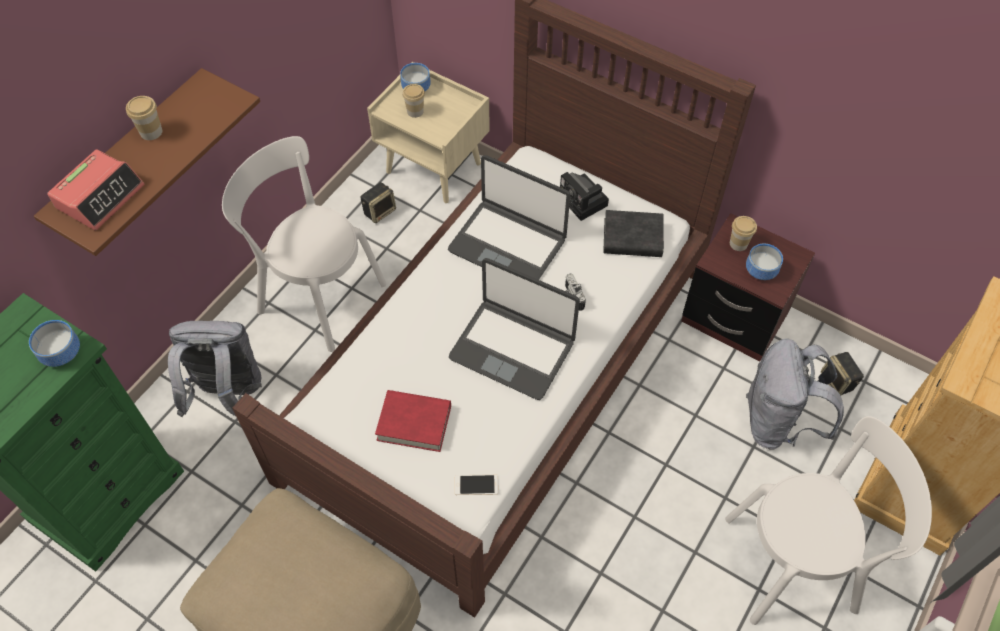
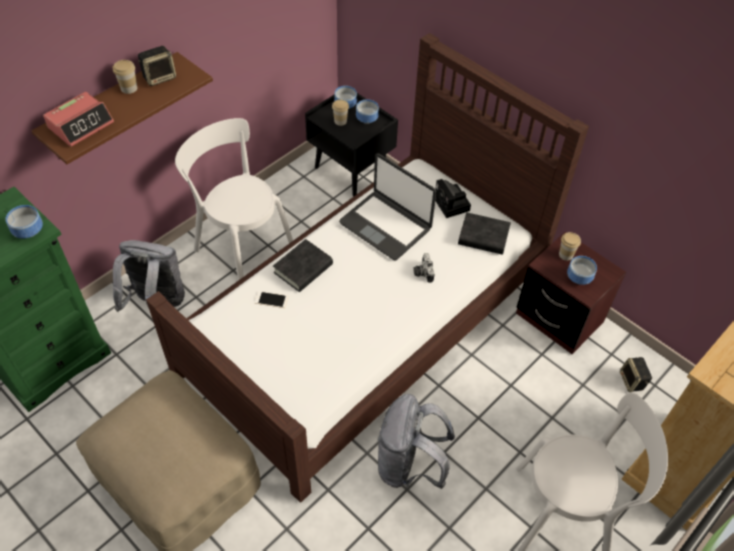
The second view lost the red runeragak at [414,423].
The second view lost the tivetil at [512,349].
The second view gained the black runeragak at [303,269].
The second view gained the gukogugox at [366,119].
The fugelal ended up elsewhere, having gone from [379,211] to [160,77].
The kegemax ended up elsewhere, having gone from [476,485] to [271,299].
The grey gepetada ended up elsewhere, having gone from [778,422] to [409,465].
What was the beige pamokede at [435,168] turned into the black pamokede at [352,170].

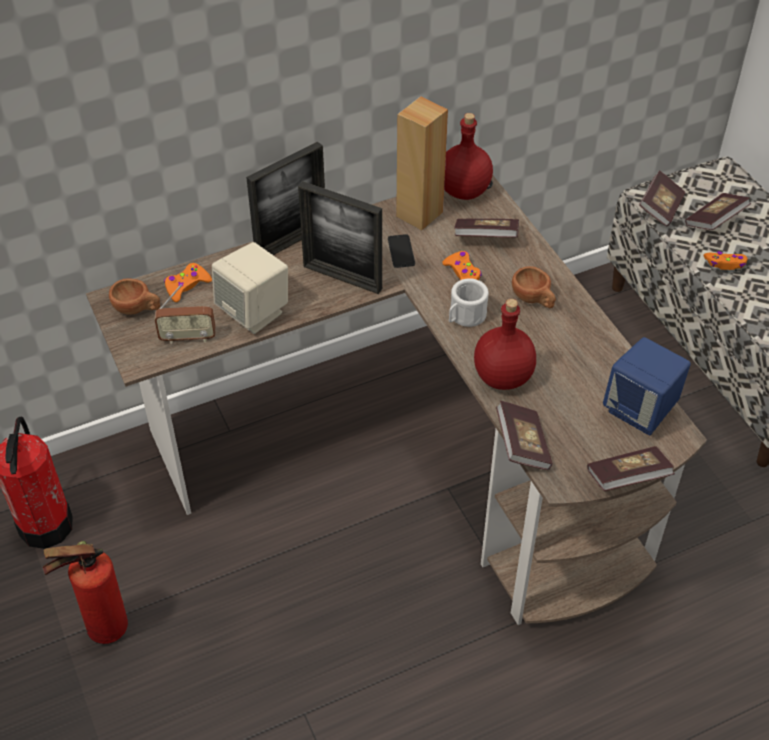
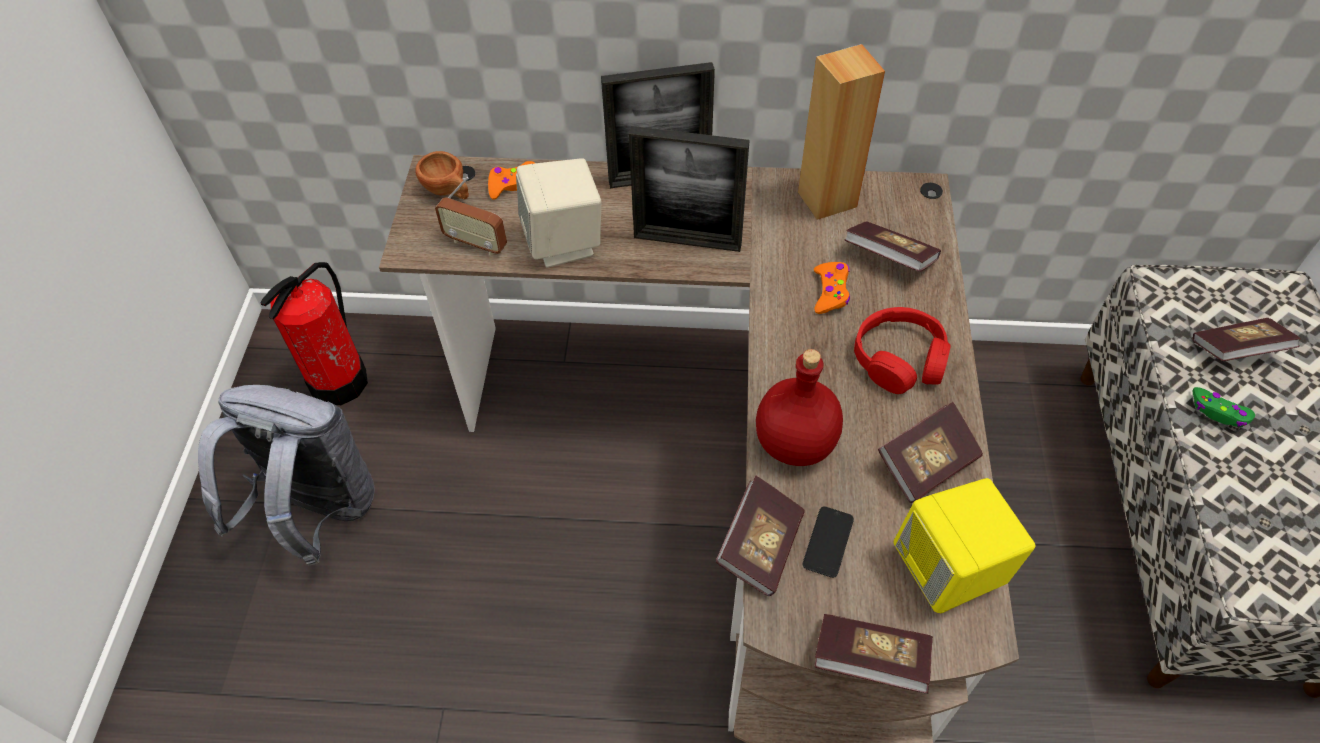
The second view lost the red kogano at [464,191].
The second view lost the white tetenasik at [465,316].
The kegemax ended up elsewhere, having gone from [401,251] to [828,542].
The runeragak ended up elsewhere, having gone from [660,208] to [926,463].
Where the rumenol stood at [101,630], the grey gepetada came to stand at [317,512].
Where the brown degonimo stood at [533,299], the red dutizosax came to stand at [899,359].
What was the blue fugelal at [640,410] turned into the yellow fugelal at [948,572].
What was the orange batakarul at [725,264] turned into the green batakarul at [1218,412].
The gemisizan at [342,277] ended up facing another way, 45 degrees counterclockwise from before.

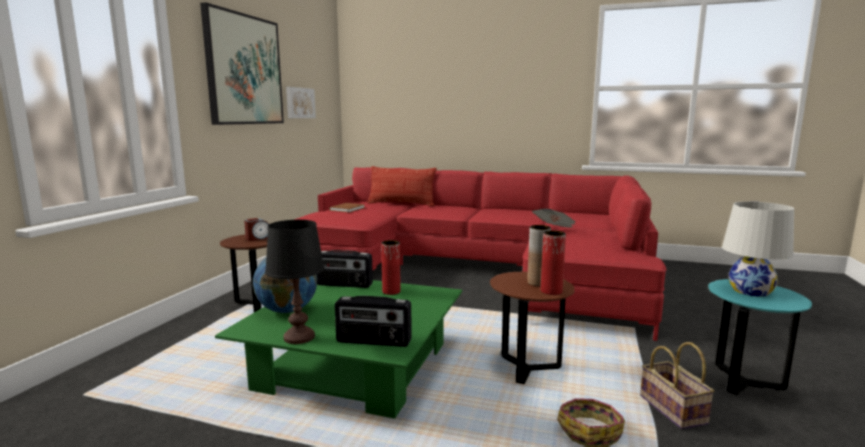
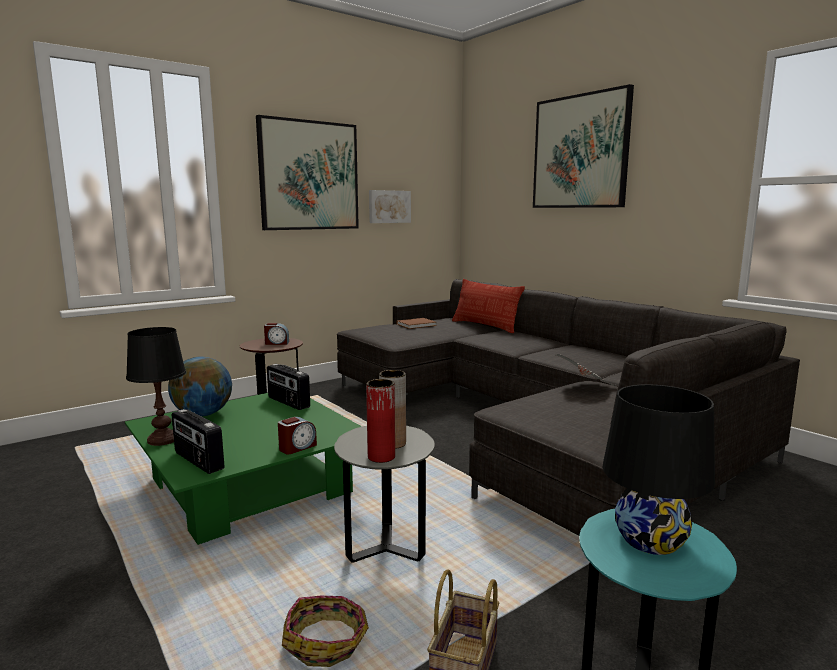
The second view lost the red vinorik at [391,291].
The second view gained the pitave at [297,447].
The second view gained the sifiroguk at [580,152].
What was the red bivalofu at [478,270] turned into the grey bivalofu at [531,422].
What was the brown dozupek at [527,369] turned into the grey dozupek at [386,549].
What was the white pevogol at [751,291] turned into the black pevogol at [650,540].

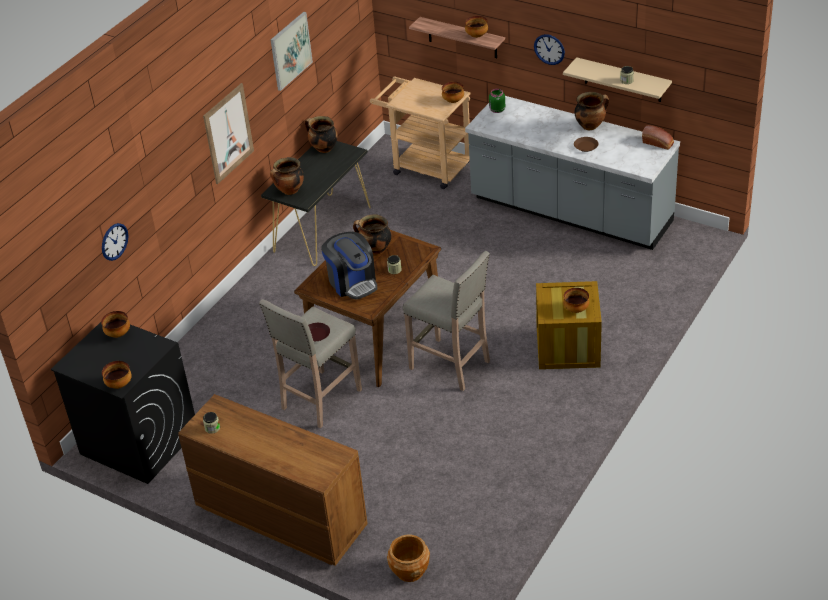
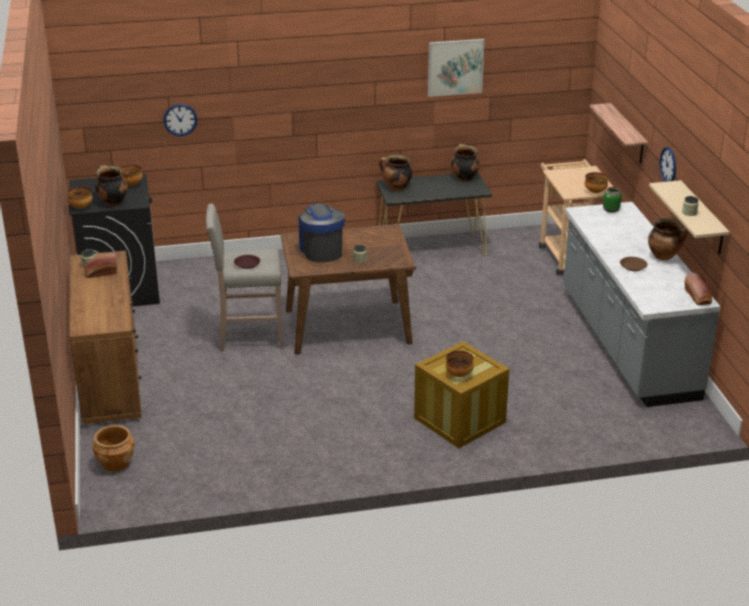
The second view lost the sifiroguk at [228,133].
The second view lost the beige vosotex at [451,365].
The second view lost the gukogugox at [477,36].
The second view gained the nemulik at [100,273].
The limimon ended up elsewhere, having gone from [375,250] to [112,202].
The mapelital at [352,282] ended up facing another way, 150 degrees clockwise from before.

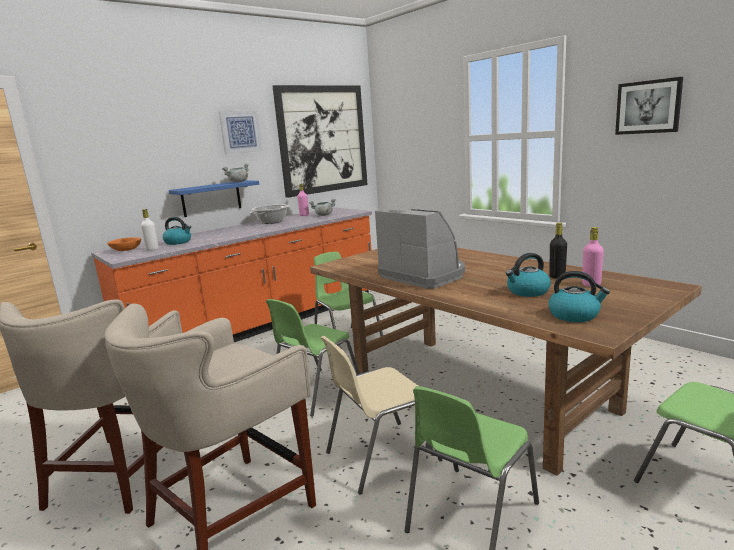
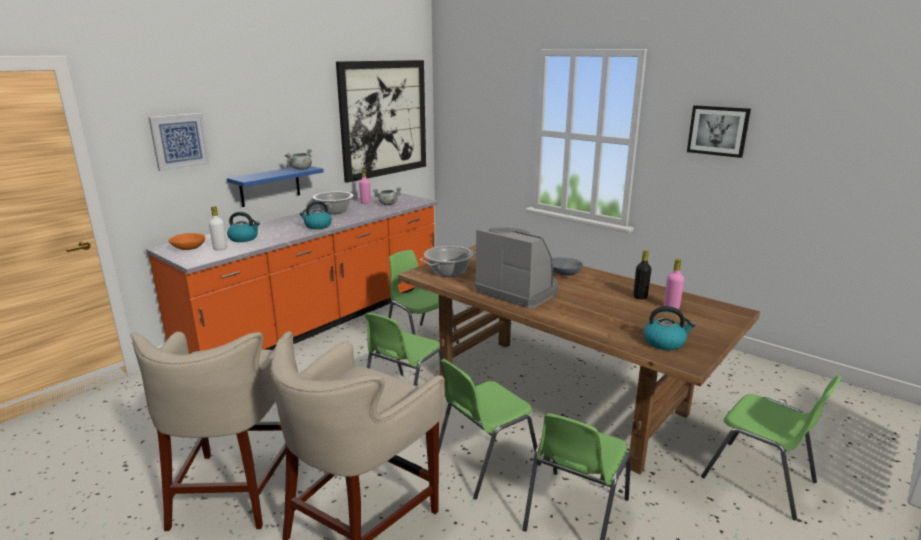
The second view gained the limimon at [449,272].
The second view gained the grey gukogugox at [564,273].
The sifiroguk ended up elsewhere, having gone from [240,132] to [179,141].
The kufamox ended up elsewhere, having gone from [527,292] to [317,226].
What was the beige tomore at [380,456] turned into the green tomore at [484,462].

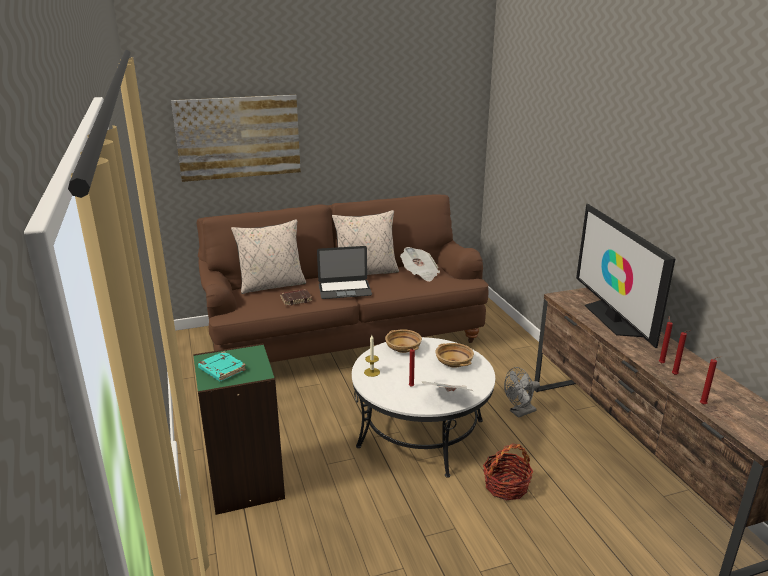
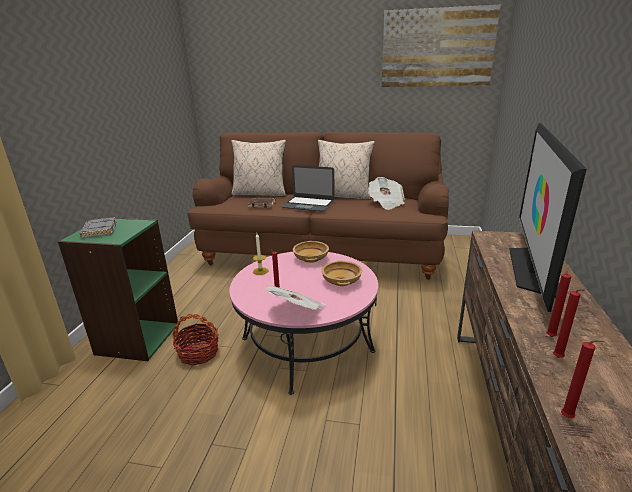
The second view lost the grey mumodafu at [519,412].
The sifiroguk ended up elsewhere, having gone from [238,137] to [437,48].
The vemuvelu ended up elsewhere, having gone from [506,486] to [198,353].
What was the turquoise runeragak at [221,370] turned into the grey runeragak at [99,230].
What was the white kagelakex at [421,433] turned into the pink kagelakex at [307,344].

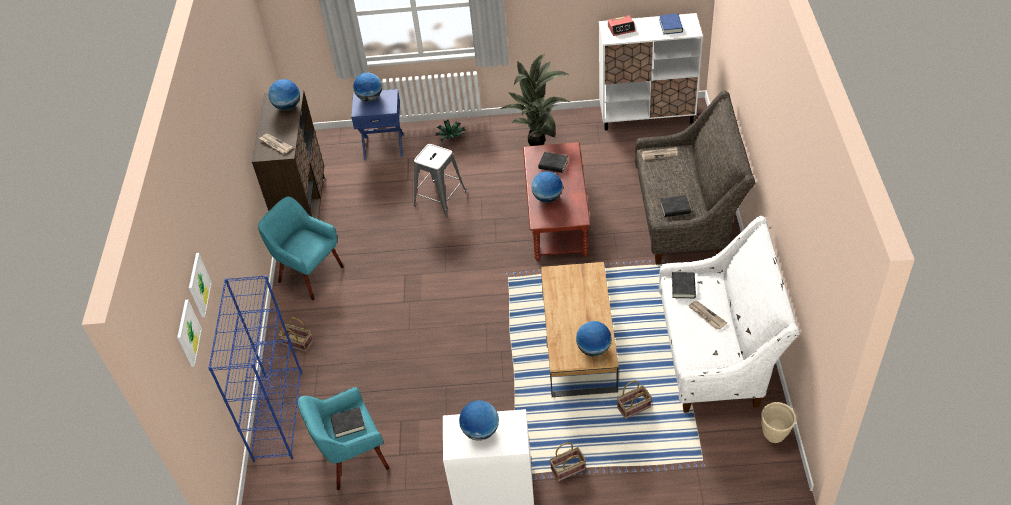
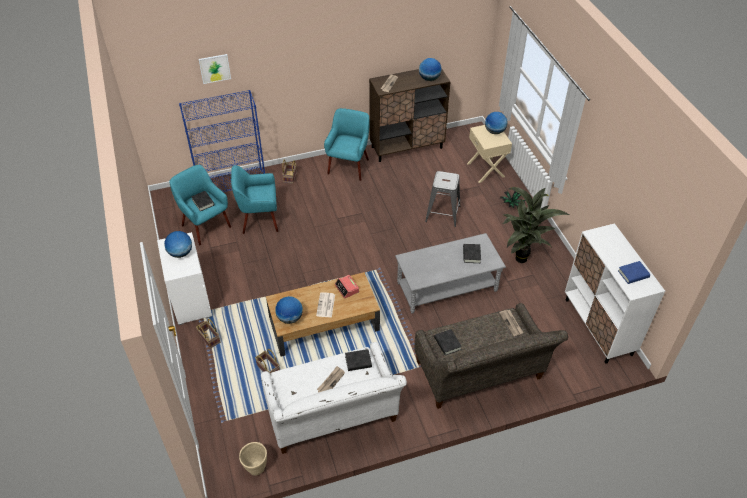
The second view lost the sifiroguk at [188,333].
The second view lost the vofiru at [547,198].
The second view gained the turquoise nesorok at [259,219].
The second view gained the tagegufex at [326,305].
The pitave ended up elsewhere, having gone from [621,29] to [347,288].
What was the blue pamokede at [384,146] turned into the beige pamokede at [486,170].
What was the brown kagelakex at [557,218] turned into the grey kagelakex at [446,287].

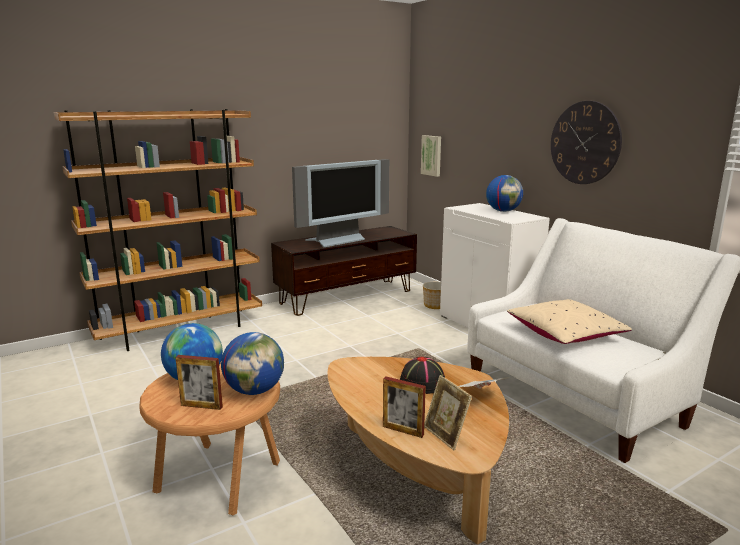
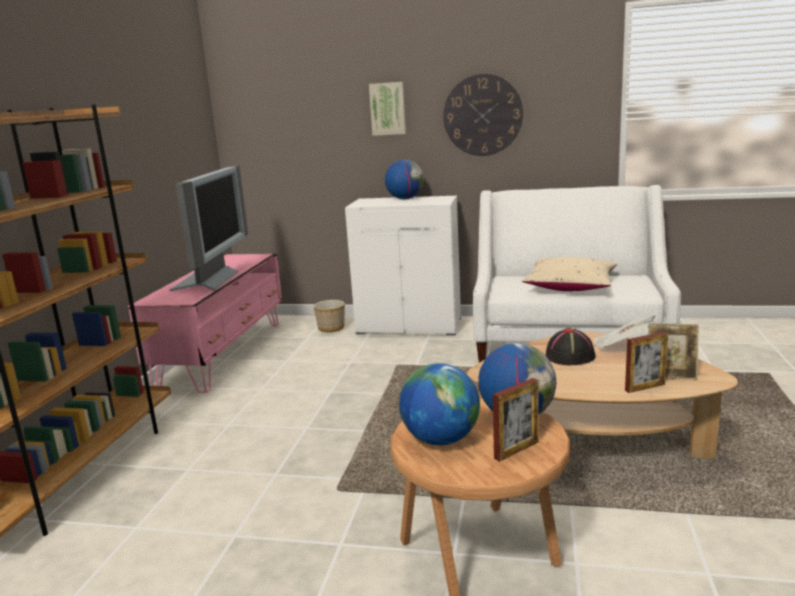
The sifiroguk ended up elsewhere, having gone from [432,155] to [388,109].
What was the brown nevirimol at [347,297] turned into the pink nevirimol at [224,354].

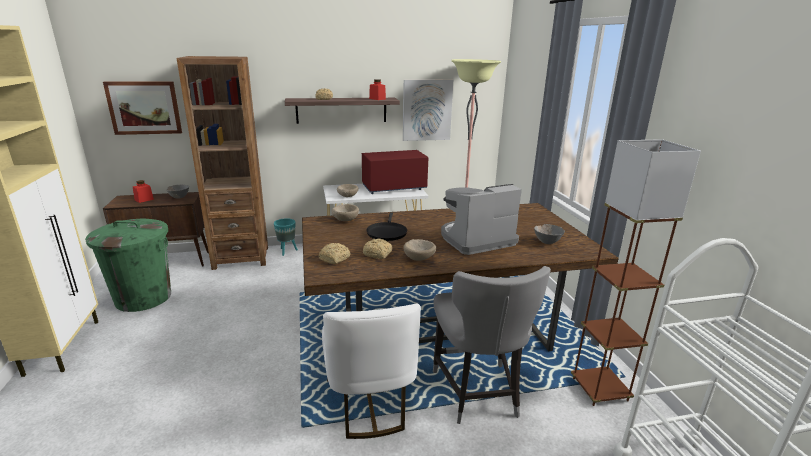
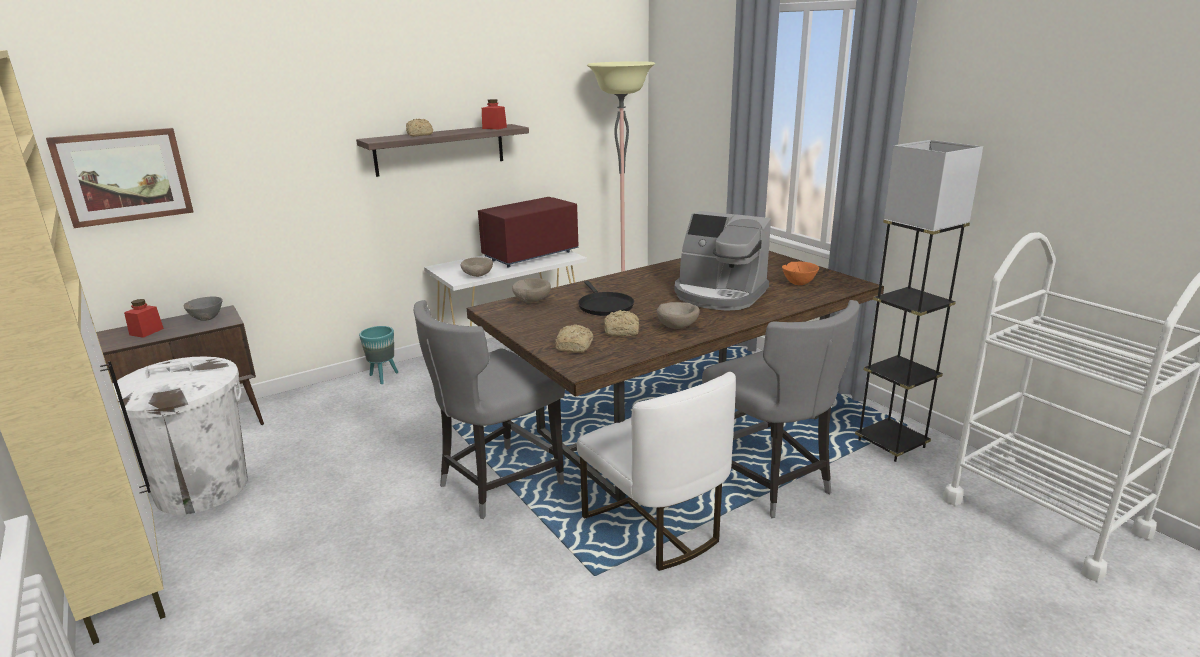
The second view lost the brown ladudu at [241,258].
The second view lost the sifiroguk at [427,110].
The second view gained the grey tomore at [497,483].
What was the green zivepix at [143,297] turned into the white zivepix at [201,488].
What was the grey gukogugox at [547,242] turned into the orange gukogugox at [798,283].
What was the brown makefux at [600,389] turned into the grey makefux at [891,444].
The mapelital at [475,240] ended up facing another way, 105 degrees counterclockwise from before.

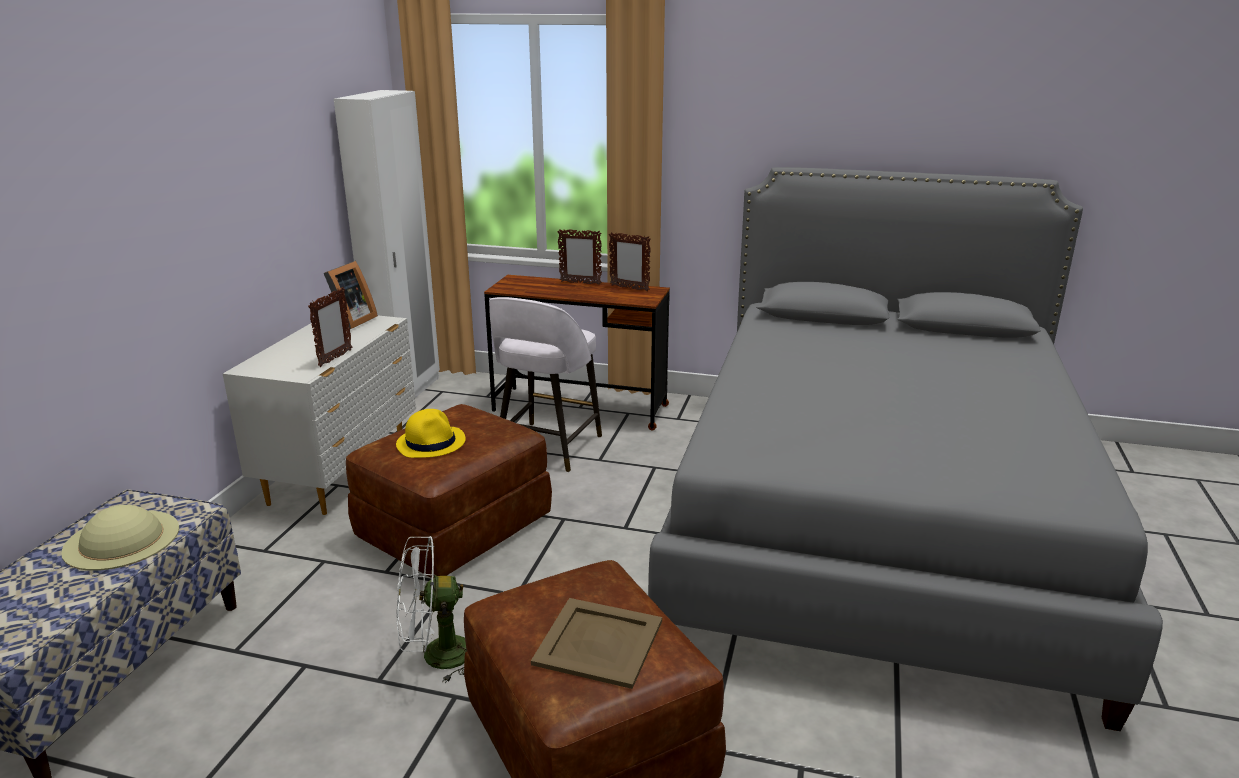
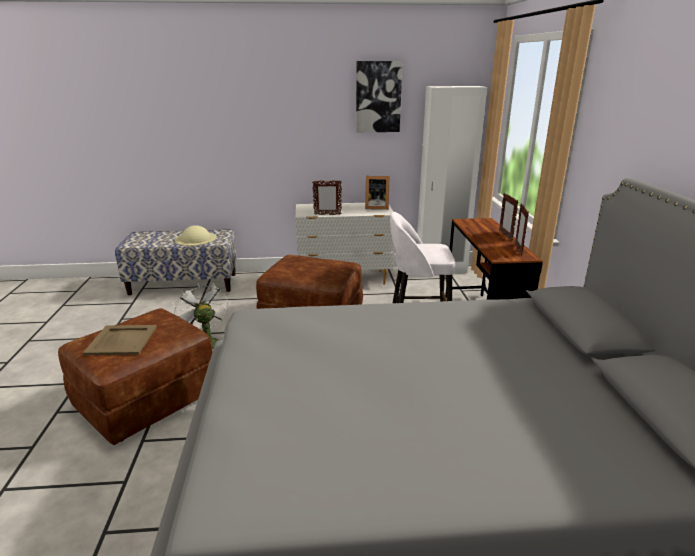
The second view lost the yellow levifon at [431,442].
The second view gained the sifiroguk at [378,97].

